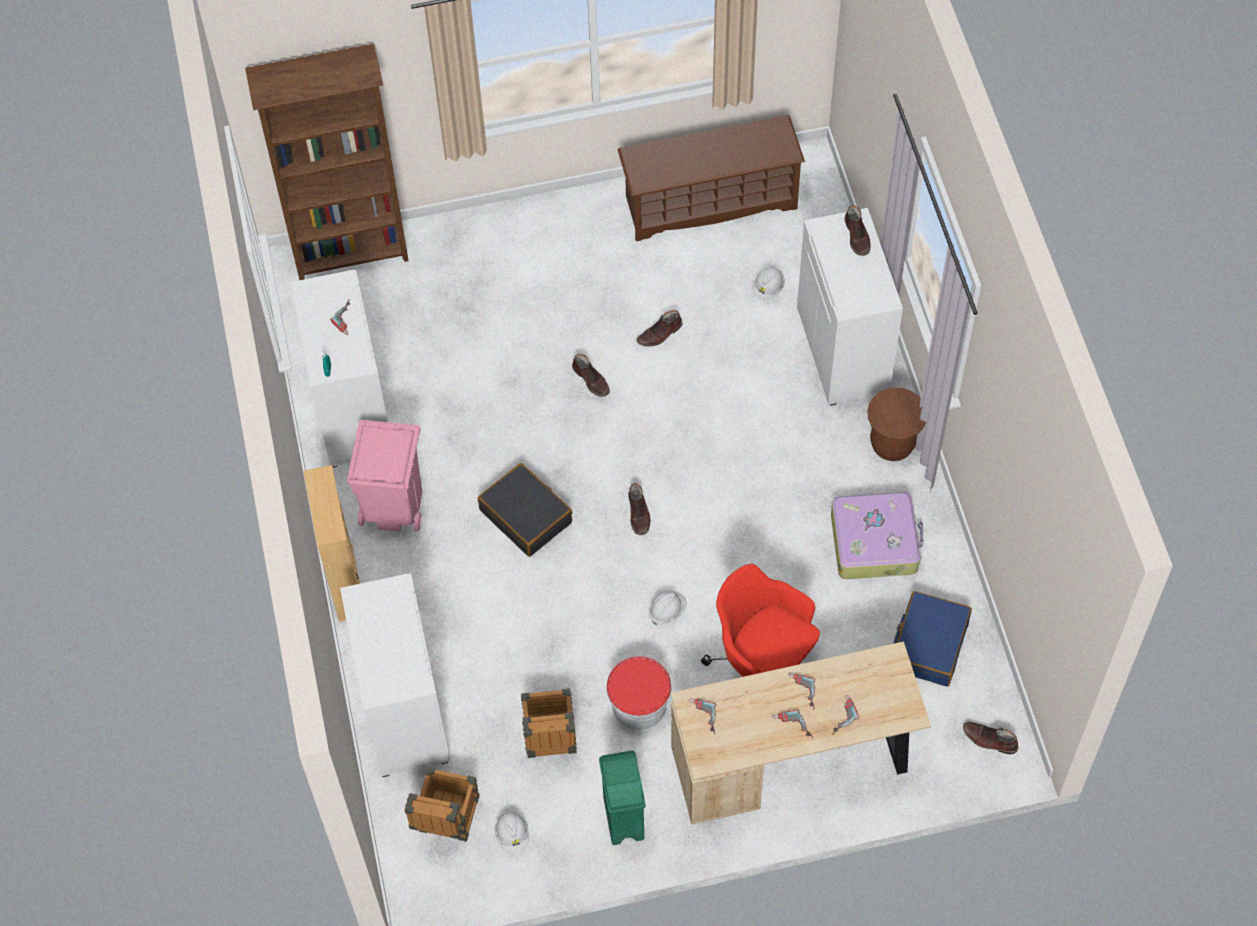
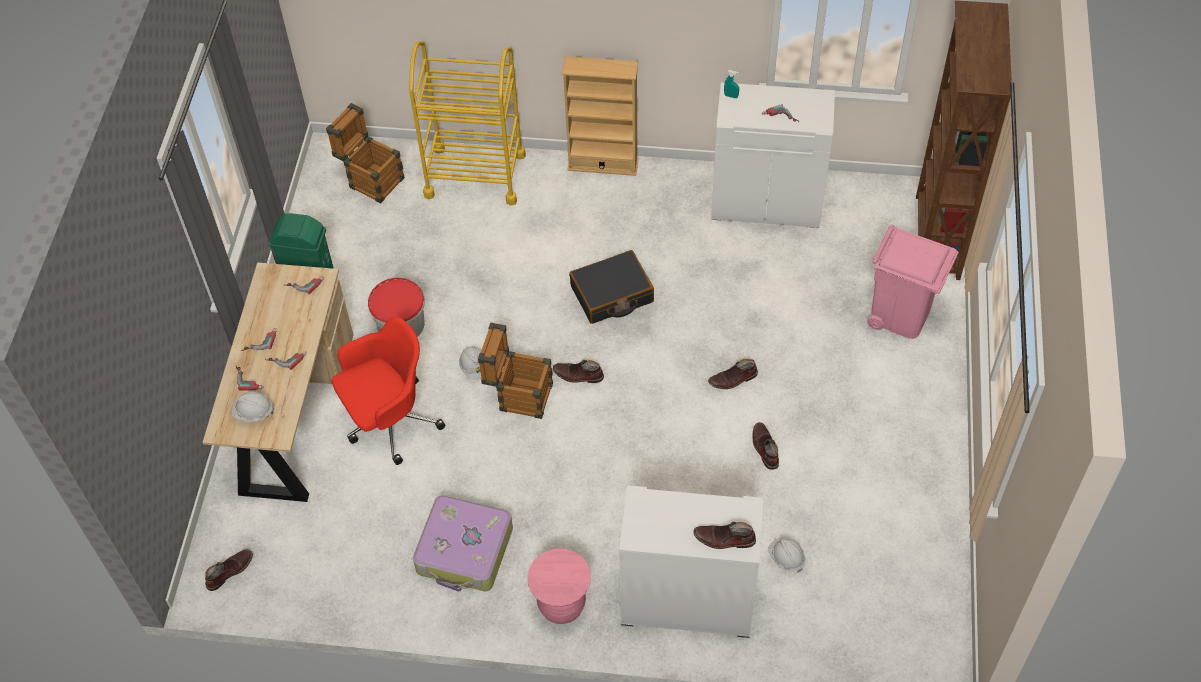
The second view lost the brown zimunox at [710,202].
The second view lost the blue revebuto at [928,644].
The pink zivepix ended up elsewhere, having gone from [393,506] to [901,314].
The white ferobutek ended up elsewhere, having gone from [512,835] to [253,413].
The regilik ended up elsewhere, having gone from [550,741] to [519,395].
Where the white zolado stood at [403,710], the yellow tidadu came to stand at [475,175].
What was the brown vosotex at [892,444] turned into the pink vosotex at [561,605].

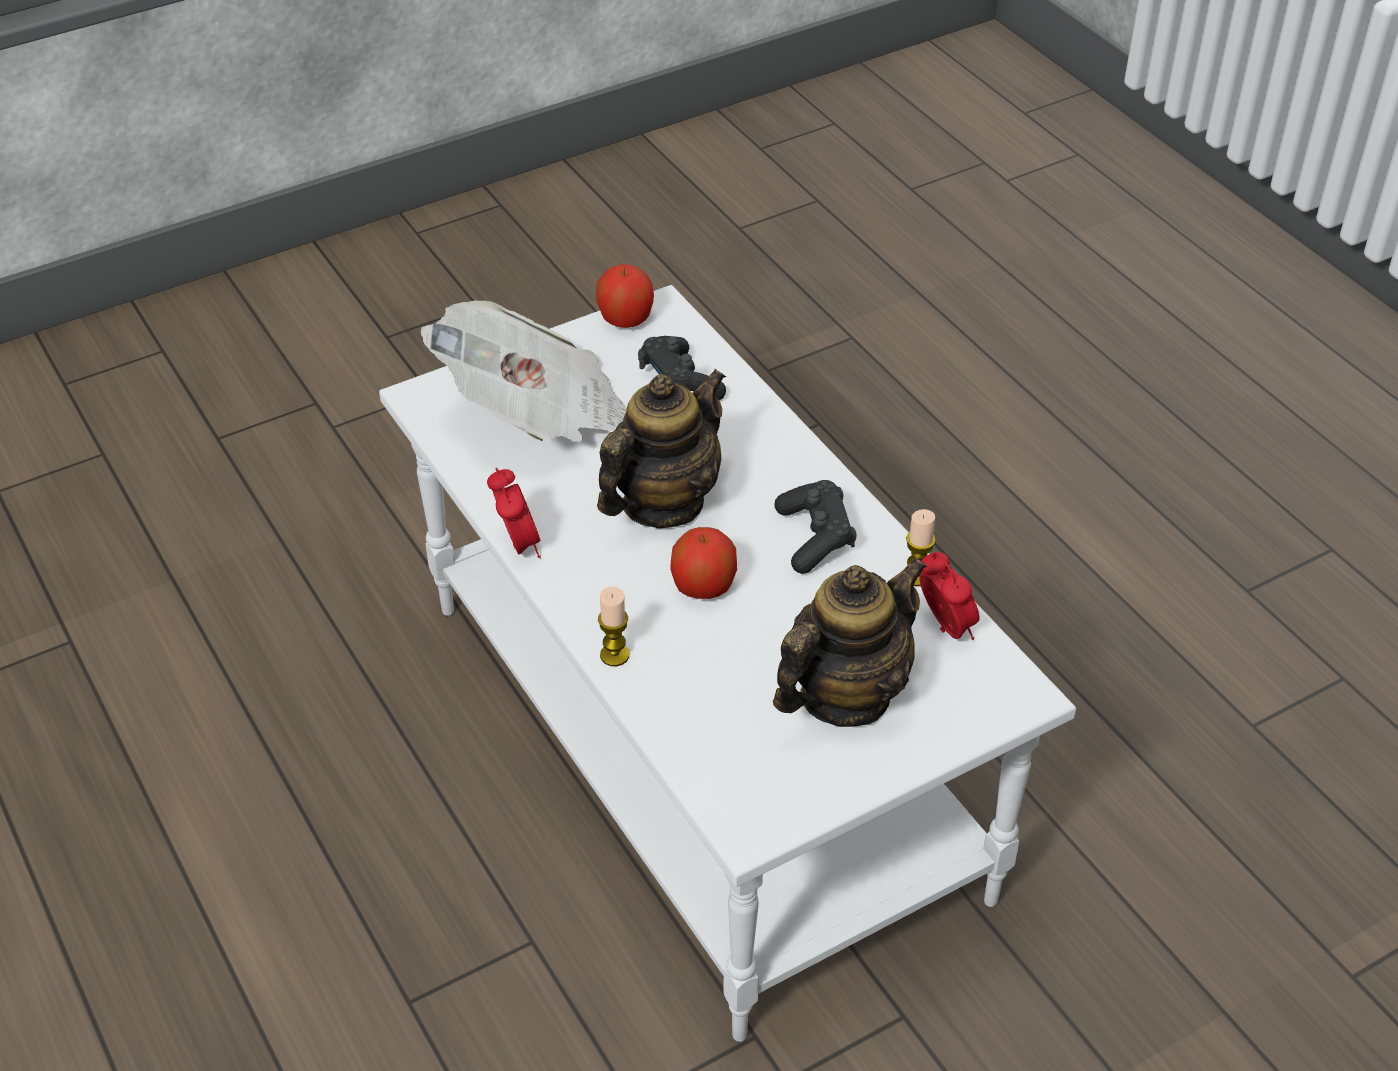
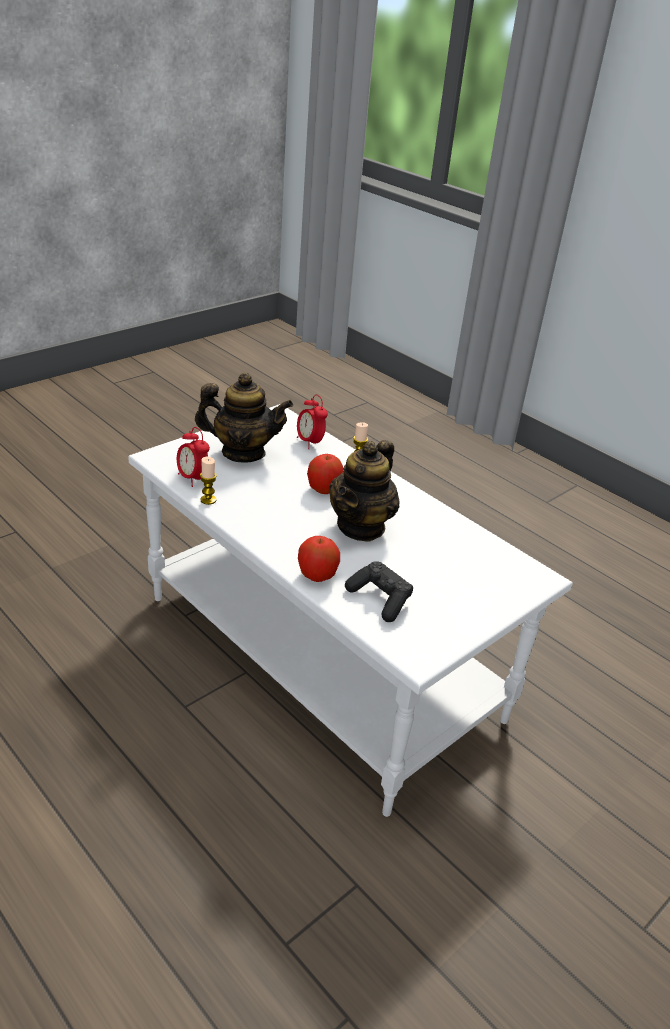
The second view lost the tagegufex at [537,416].
The second view lost the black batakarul at [815,538].
The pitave ended up elsewhere, having gone from [518,545] to [310,442].
The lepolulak ended up elsewhere, having gone from [625,320] to [317,575].
The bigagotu at [844,695] ended up facing another way, 120 degrees counterclockwise from before.

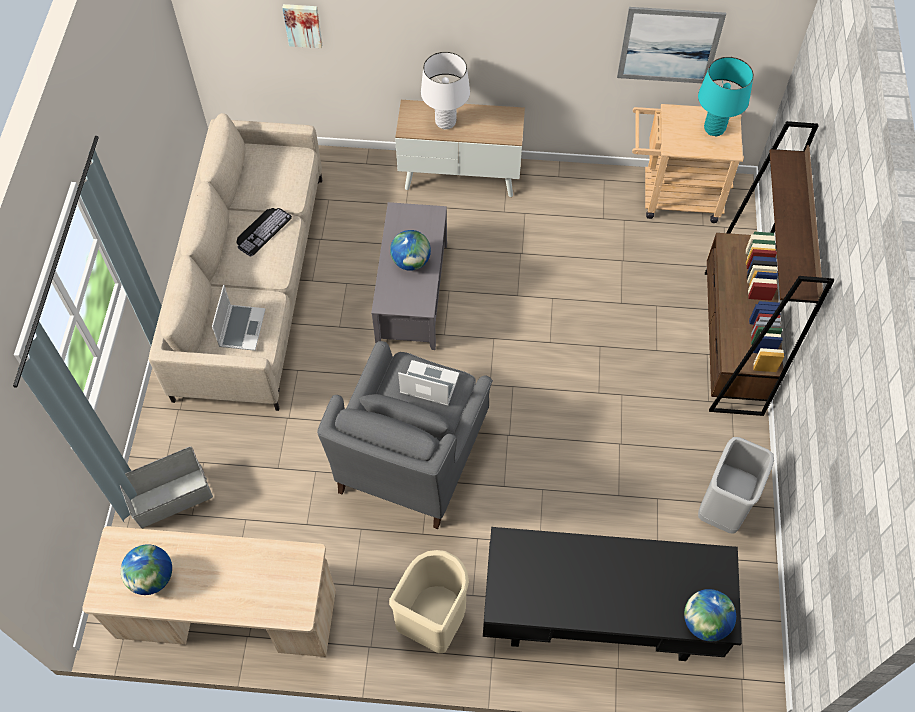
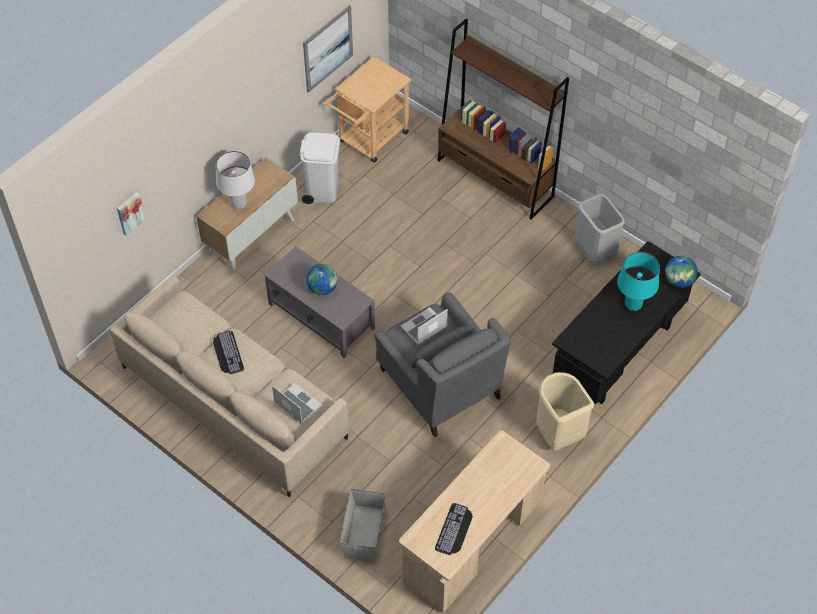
The second view gained the white zivepix at [322,190].
The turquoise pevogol ended up elsewhere, having gone from [714,129] to [633,304].
Where the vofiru stood at [152,578], the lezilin came to stand at [455,530].

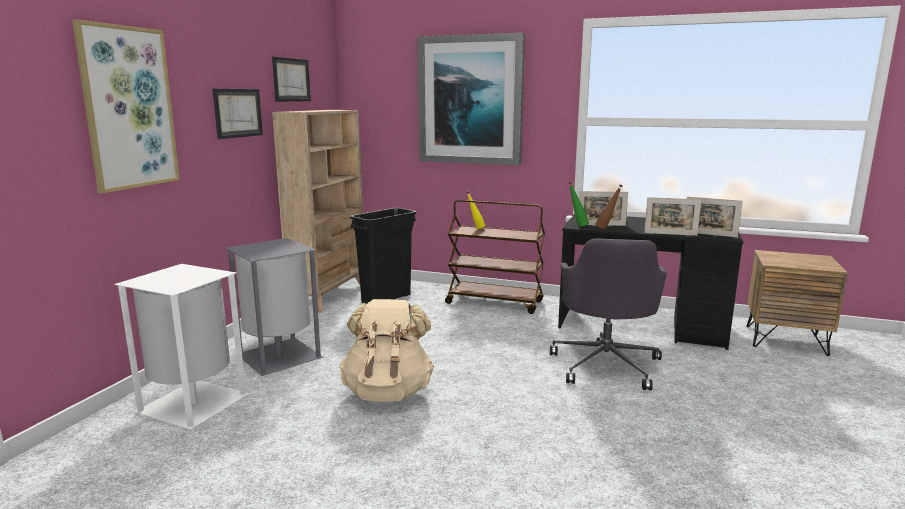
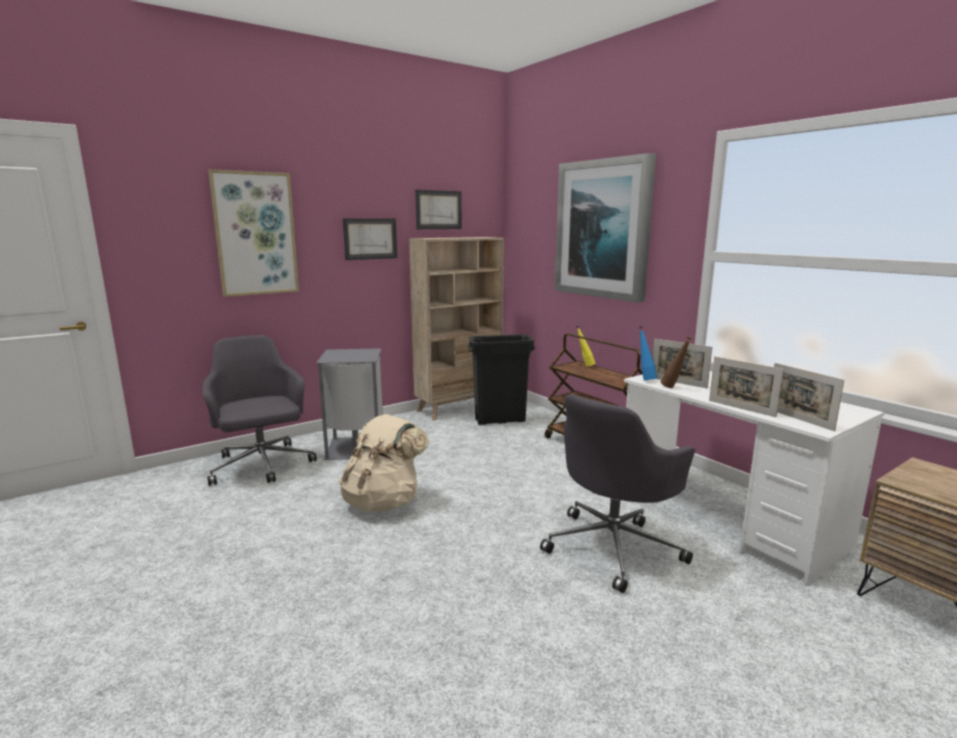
Where the white zivepix stood at [193,402], the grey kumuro came to stand at [262,466].
What was the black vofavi at [641,325] turned into the white vofavi at [726,518].
What was the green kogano at [577,226] turned into the blue kogano at [644,379].

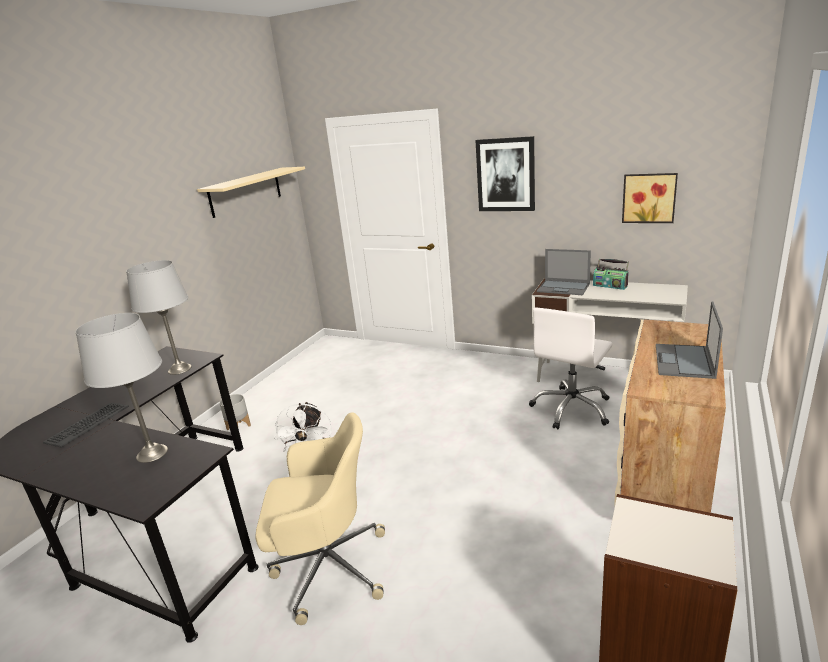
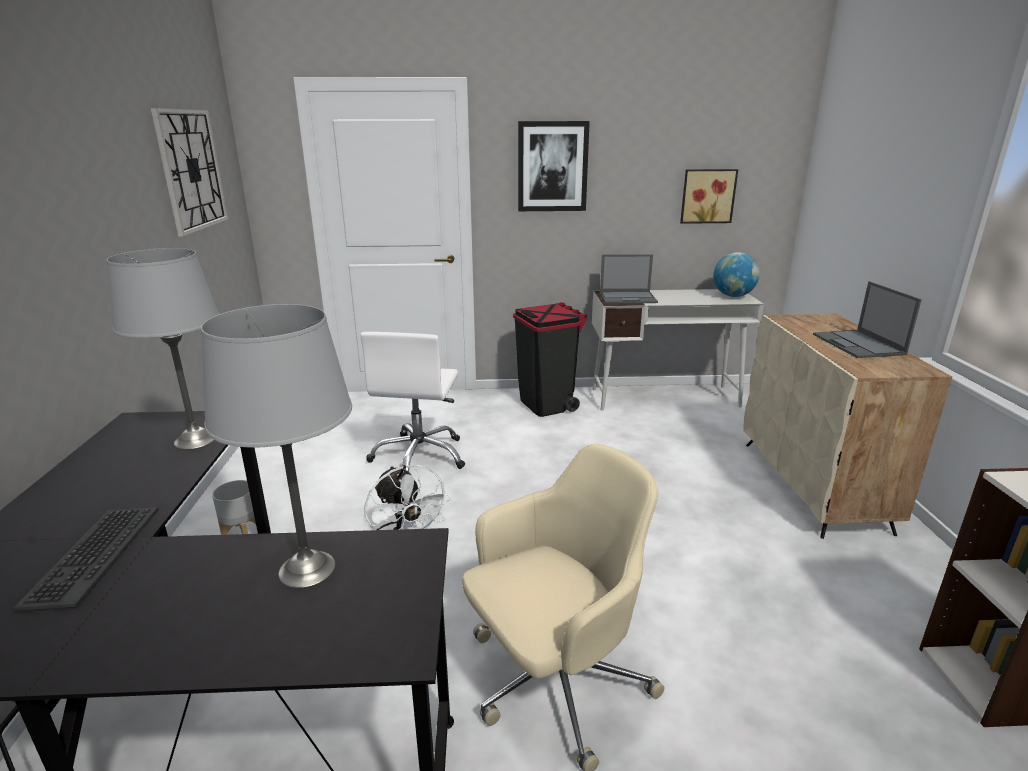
The second view lost the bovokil at [610,286].
The second view gained the black zivepix at [546,404].
The second view gained the vofiru at [733,296].
The white kumuro ended up elsewhere, having gone from [572,409] to [419,457].
Where the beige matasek hung at [245,192], the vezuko came to hang at [191,170].

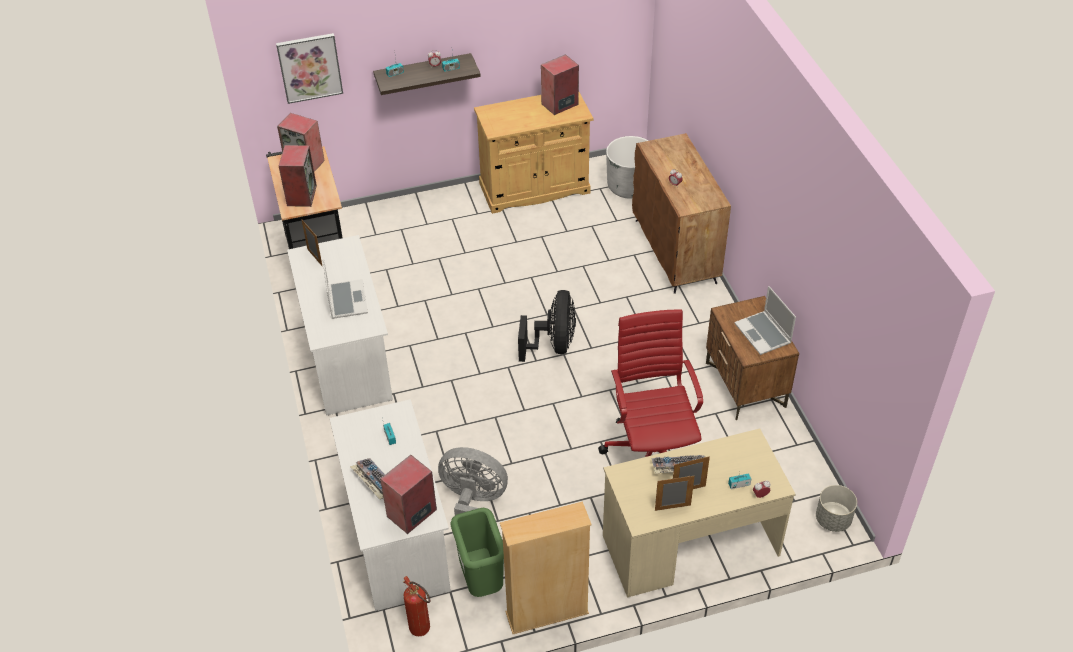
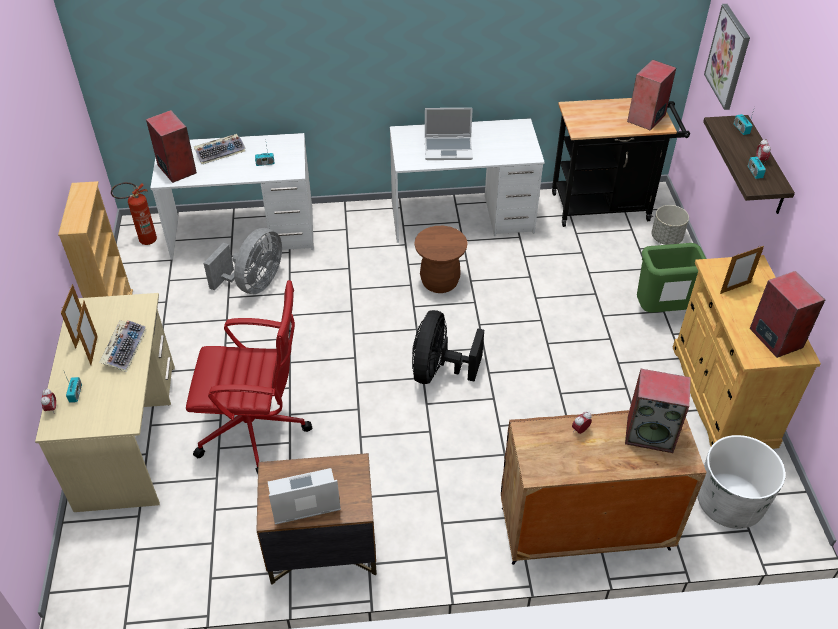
The second view gained the brown vosotex at [440,282].
The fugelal ended up elsewhere, having gone from [301,195] to [650,433].
The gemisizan ended up elsewhere, having gone from [314,257] to [735,288].
The green zivepix ended up elsewhere, having gone from [482,582] to [660,312].
The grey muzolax ended up elsewhere, having gone from [833,520] to [666,238].
The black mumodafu at [553,345] ended up facing another way, 90 degrees clockwise from before.

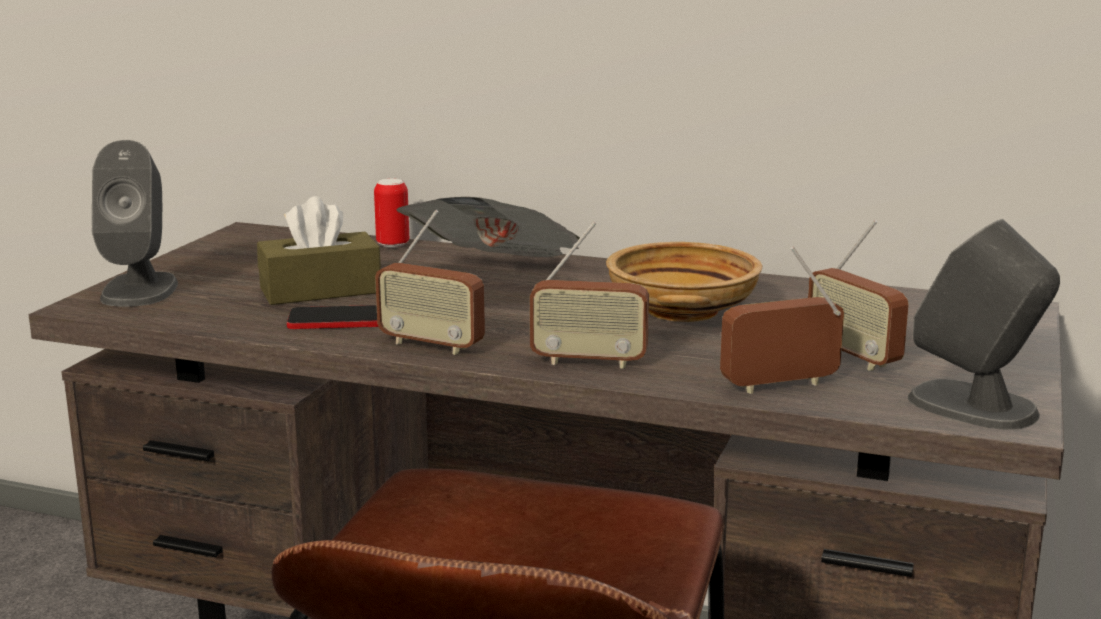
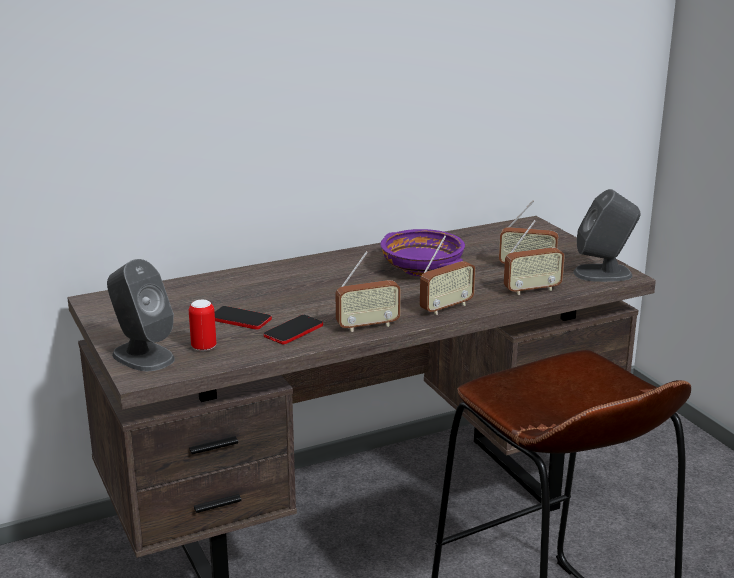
The second view lost the tagegufex at [497,279].
The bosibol ended up elsewhere, having gone from [393,244] to [204,347].
Where the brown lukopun stood at [320,290], the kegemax came to stand at [240,319].
What was the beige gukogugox at [683,311] turned into the purple gukogugox at [422,269].
The bovokil at [780,385] ended up facing another way, 135 degrees counterclockwise from before.

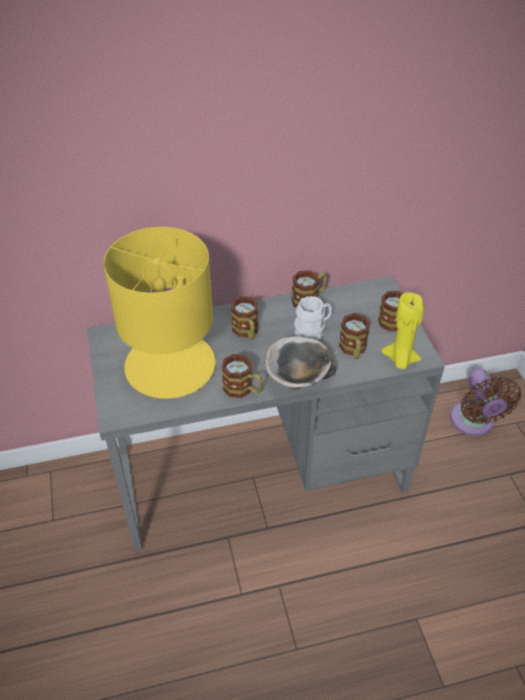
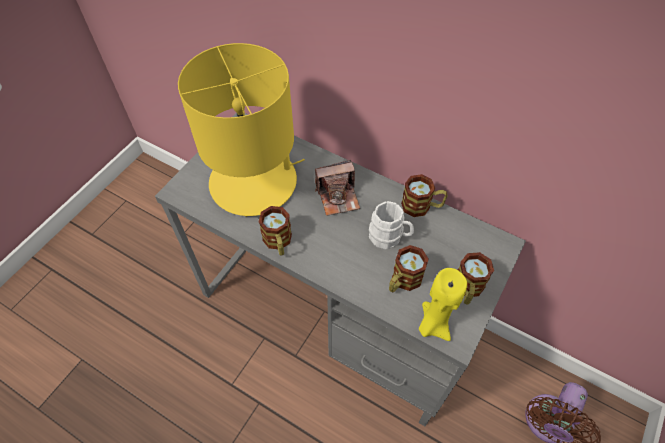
The second view lost the gukogugox at [297,379].
Where the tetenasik stood at [246,332], the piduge came to stand at [338,197].

